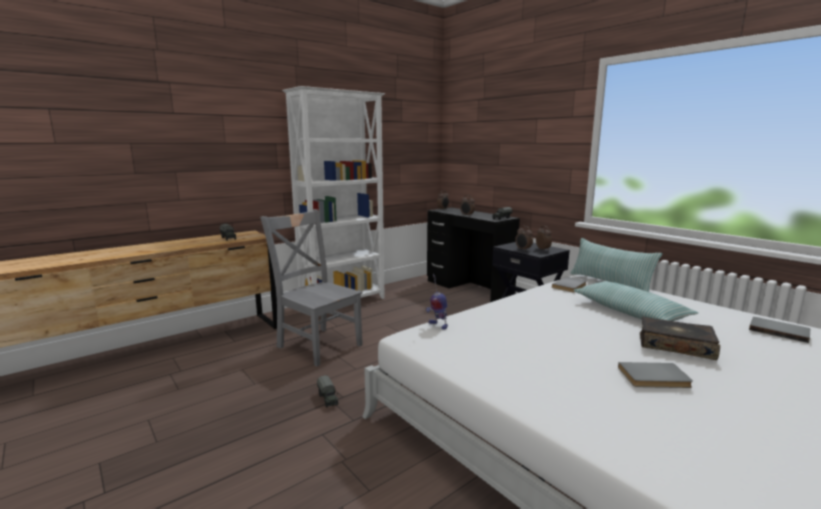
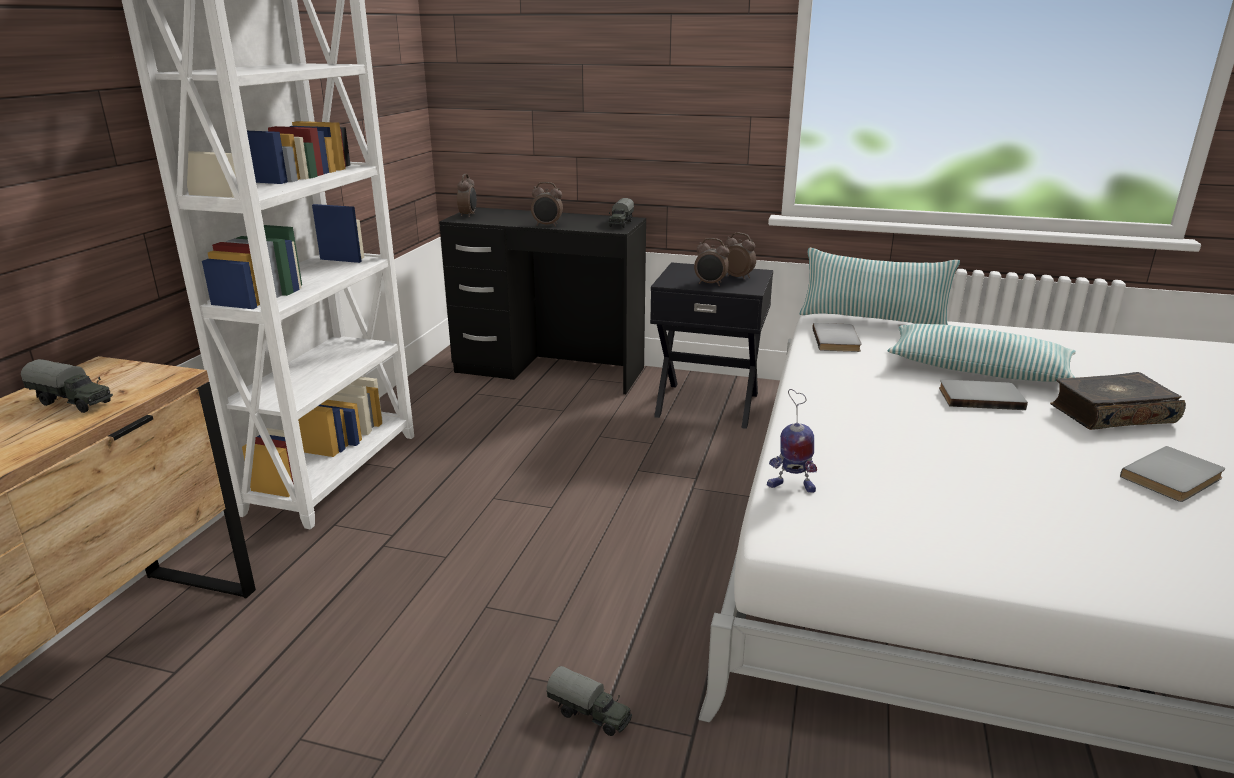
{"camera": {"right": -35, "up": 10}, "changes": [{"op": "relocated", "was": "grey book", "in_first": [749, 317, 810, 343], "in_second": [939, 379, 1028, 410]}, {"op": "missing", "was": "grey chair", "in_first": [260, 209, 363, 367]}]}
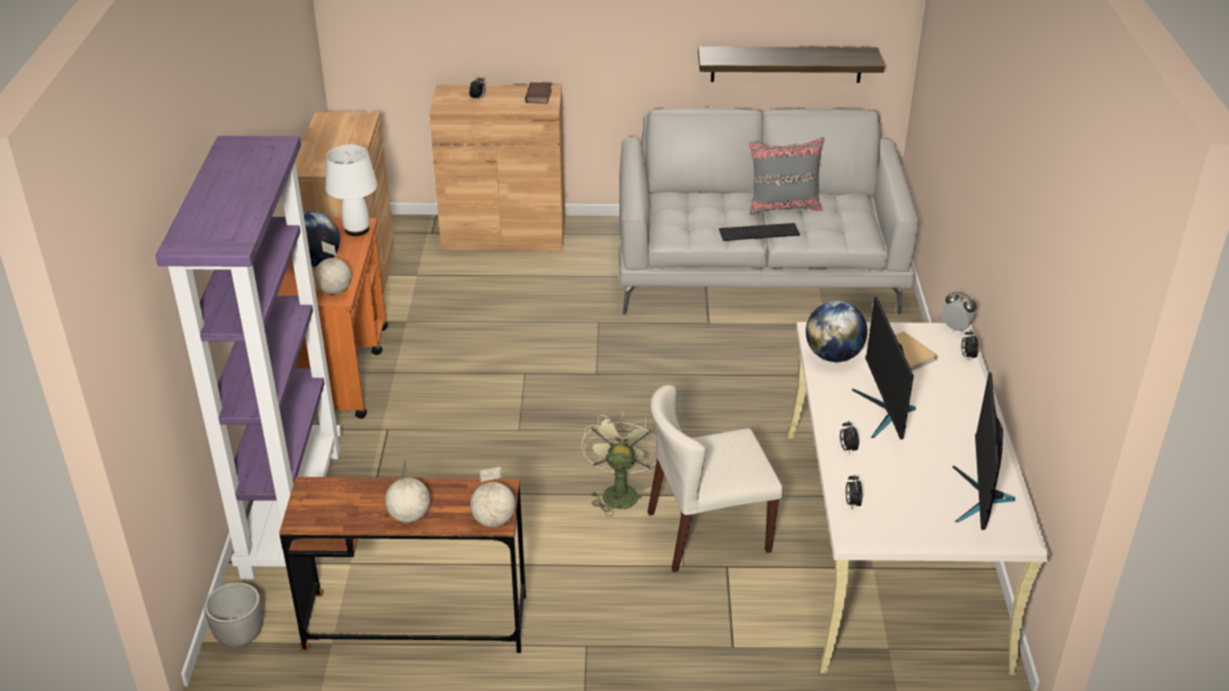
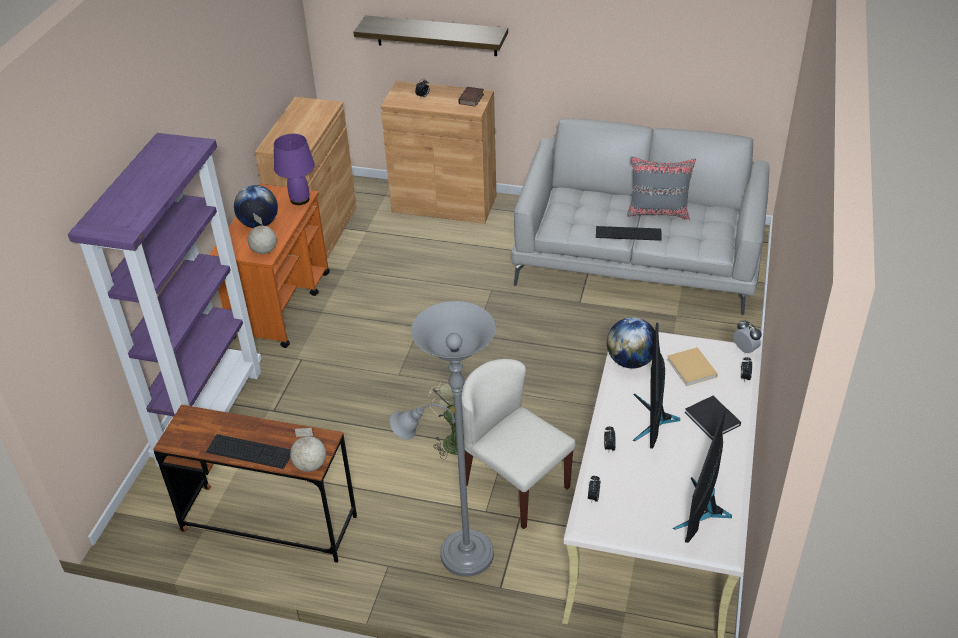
{"camera": {"right": 15, "up": 5}, "changes": [{"op": "exchanged", "was": "globe", "now": "keyboard", "in_first": [385, 460, 430, 523], "in_second": [206, 434, 291, 469]}, {"op": "colour", "was": "white table lamp", "now": "purple table lamp", "in_first": [325, 145, 377, 236], "in_second": [274, 134, 315, 205]}, {"op": "relocated", "was": "shelf", "in_first": [698, 46, 884, 83], "in_second": [353, 15, 508, 56]}, {"op": "appeared", "now": "grey floor lamp", "in_second": [390, 301, 496, 577]}, {"op": "spun", "was": "beige chair", "in_first": [648, 385, 783, 572], "in_second": [461, 359, 576, 529], "clockwise": 45}, {"op": "appeared", "now": "black book", "in_second": [685, 396, 741, 440]}, {"op": "missing", "was": "planter", "in_first": [204, 582, 263, 647]}]}
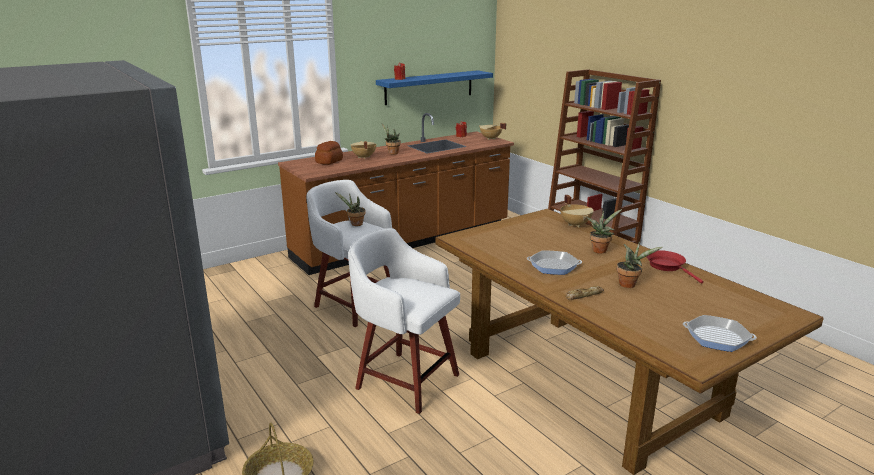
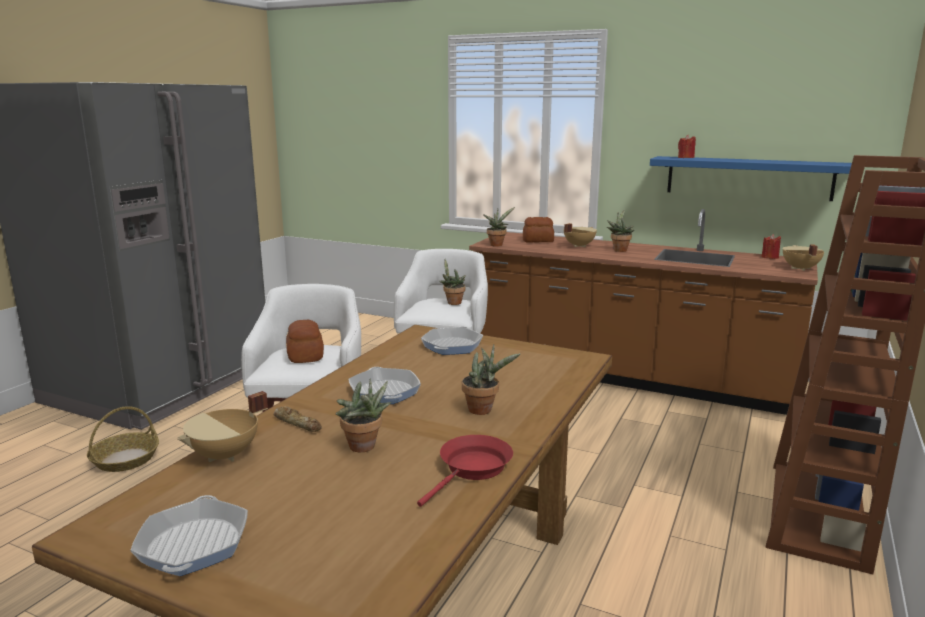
{"camera": {"right": 60, "up": -5}, "changes": [{"op": "relocated", "was": "beige cooking pot", "in_first": [560, 195, 594, 227], "in_second": [177, 391, 268, 462]}, {"op": "appeared", "now": "bread", "in_second": [286, 320, 324, 363]}, {"op": "appeared", "now": "frying pan", "in_second": [421, 326, 483, 355]}, {"op": "appeared", "now": "potted plant", "in_second": [483, 207, 515, 247]}]}
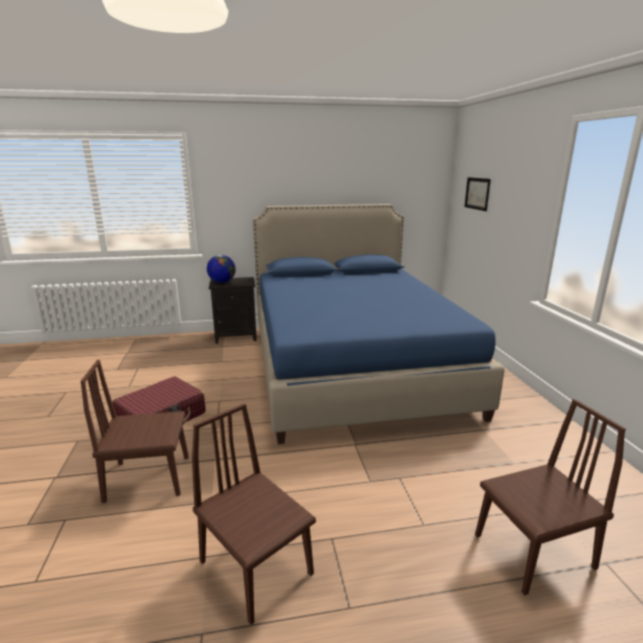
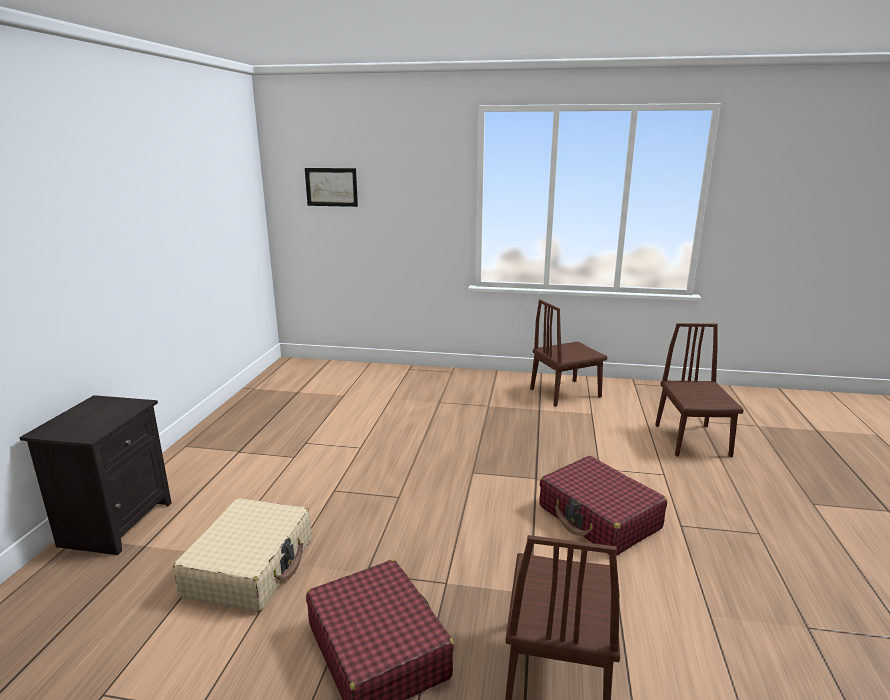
{"camera": {"right": -70, "up": 0}, "changes": [{"op": "appeared", "now": "beige suitcase", "in_second": [173, 498, 312, 612]}, {"op": "relocated", "was": "brown chair", "in_first": [192, 403, 316, 625], "in_second": [530, 300, 607, 407]}, {"op": "appeared", "now": "red suitcase", "in_second": [539, 456, 667, 556]}, {"op": "missing", "was": "globe", "in_first": [207, 255, 236, 283]}, {"op": "missing", "was": "blue bed", "in_first": [253, 204, 505, 444]}]}
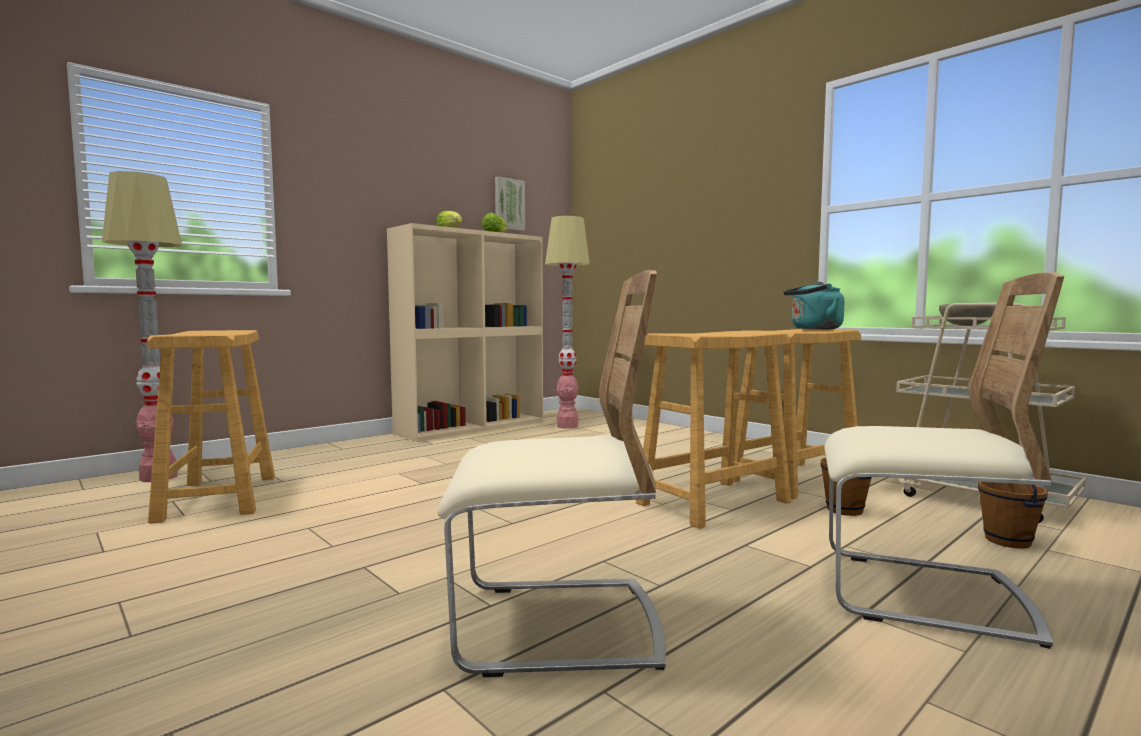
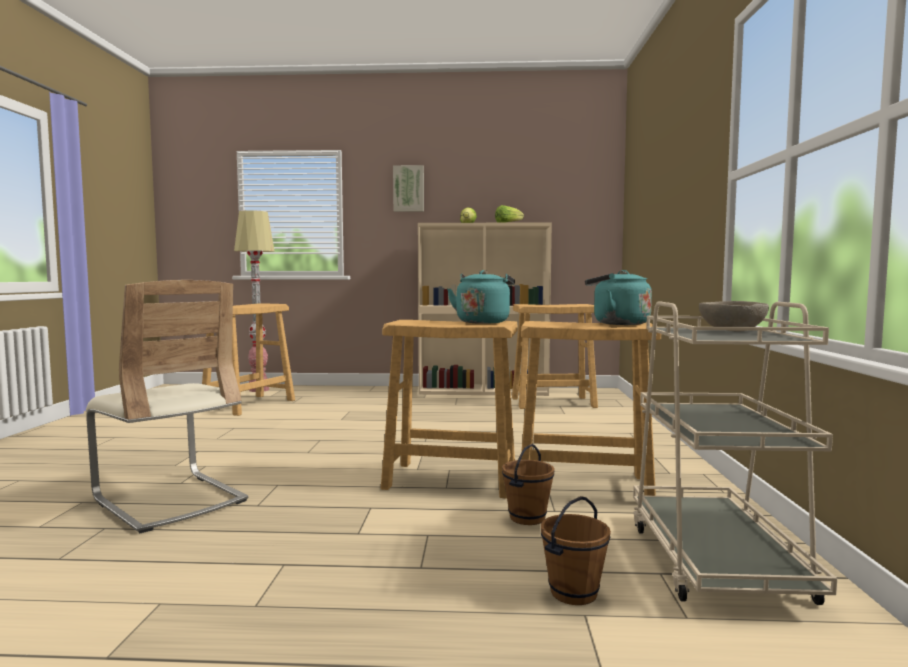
{"camera": {"right": 45, "up": 0}, "changes": [{"op": "relocated", "was": "picture", "in_first": [495, 176, 525, 231], "in_second": [393, 165, 424, 212]}, {"op": "appeared", "now": "turquoise kettle", "in_second": [447, 270, 515, 324]}, {"op": "exchanged", "was": "floor lamp", "now": "beige stool", "in_first": [545, 216, 590, 429], "in_second": [512, 304, 598, 409]}, {"op": "missing", "was": "beige chair", "in_first": [824, 272, 1064, 649]}]}
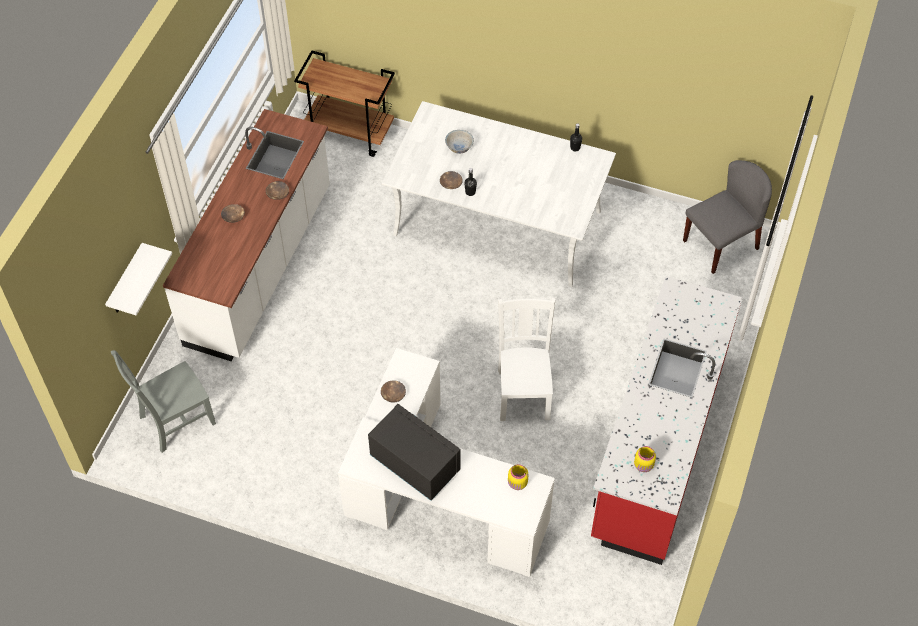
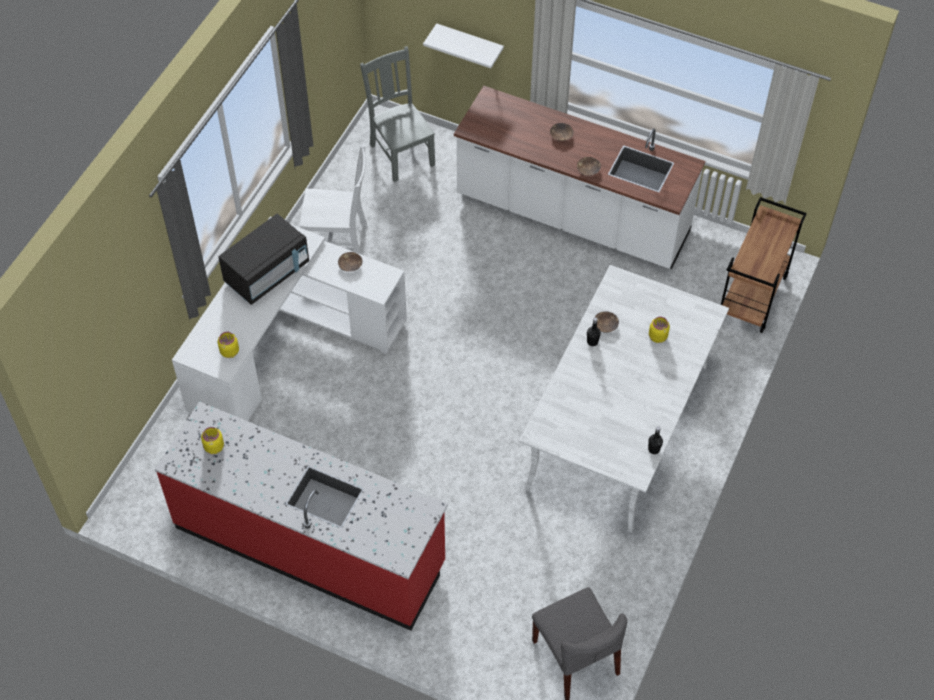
{"camera": {"right": 95, "up": 0}, "changes": [{"op": "relocated", "was": "white chair", "in_first": [498, 298, 556, 421], "in_second": [300, 144, 367, 255]}, {"op": "exchanged", "was": "white bowl", "now": "yellow jar", "in_first": [445, 130, 474, 154], "in_second": [649, 317, 670, 343]}]}
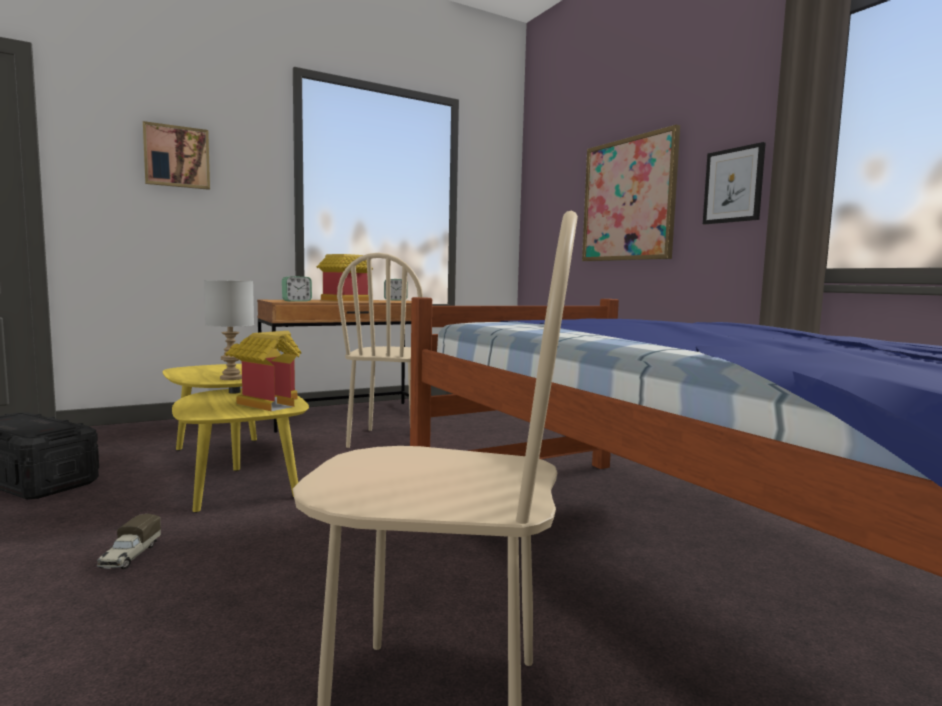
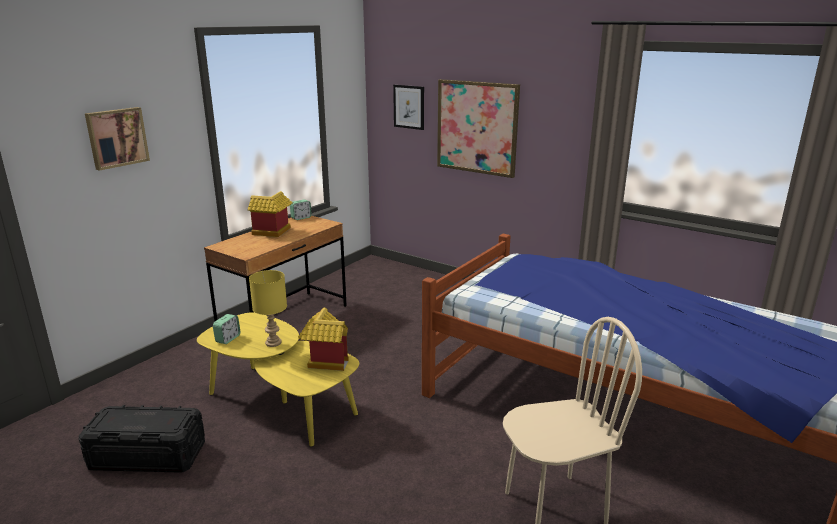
{"camera": {"right": -25, "up": 15}, "changes": [{"op": "relocated", "was": "alarm clock", "in_first": [282, 276, 312, 302], "in_second": [213, 314, 241, 344]}, {"op": "colour", "was": "grey table lamp", "now": "yellow table lamp", "in_first": [204, 280, 254, 380], "in_second": [249, 270, 287, 347]}, {"op": "relocated", "was": "picture", "in_first": [703, 142, 766, 224], "in_second": [393, 85, 424, 130]}, {"op": "missing", "was": "toy truck", "in_first": [97, 514, 161, 569]}, {"op": "missing", "was": "beige chair", "in_first": [337, 253, 423, 448]}]}
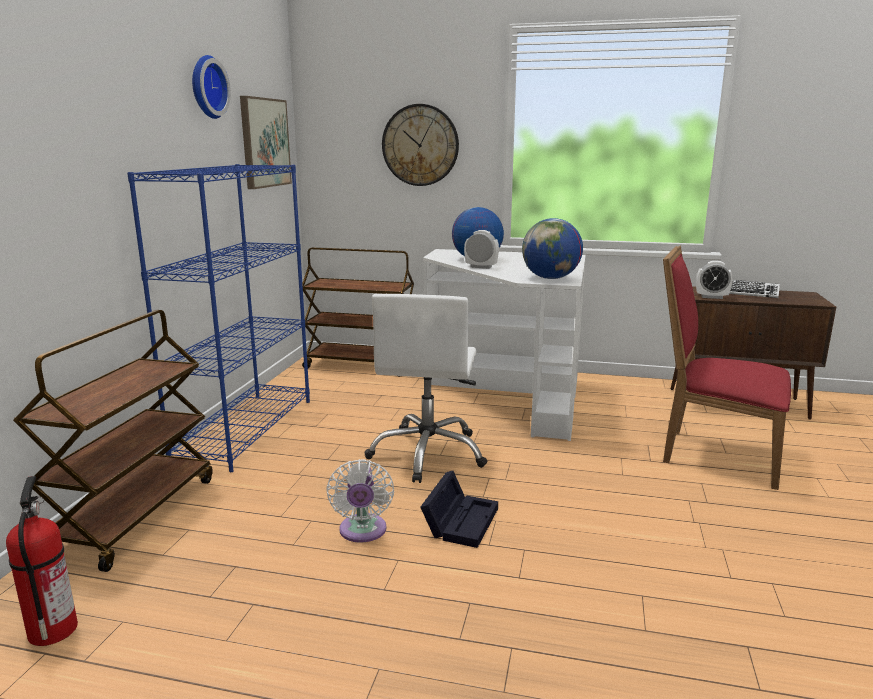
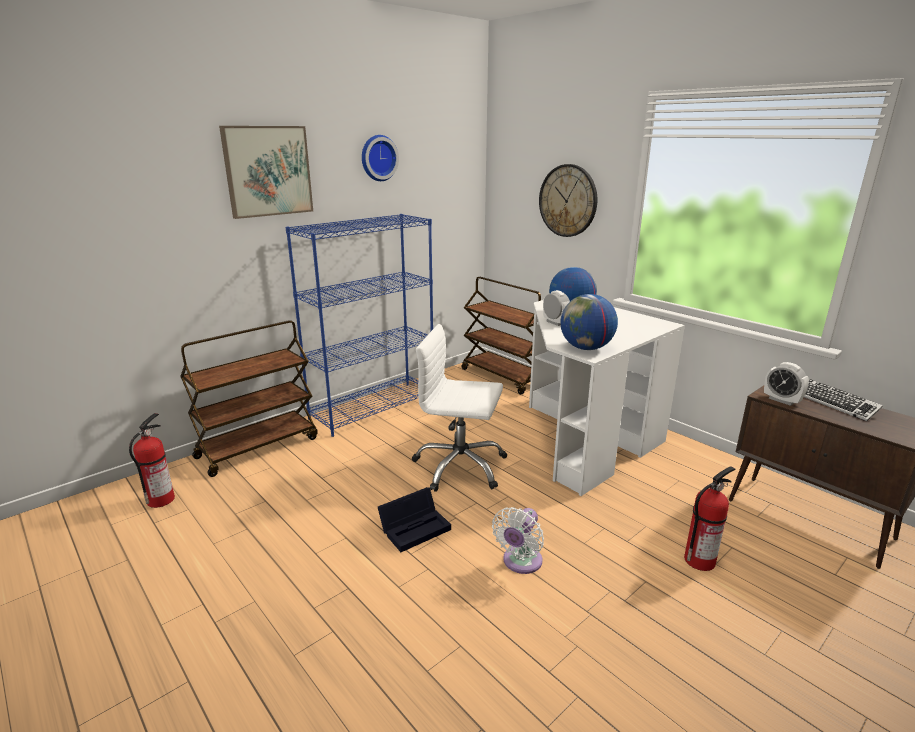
{"camera": {"right": 35, "up": 5}, "changes": [{"op": "relocated", "was": "picture", "in_first": [240, 96, 292, 189], "in_second": [219, 126, 313, 219]}, {"op": "spun", "was": "white office chair", "in_first": [364, 294, 488, 483], "in_second": [412, 324, 507, 492], "clockwise": 60}, {"op": "relocated", "was": "white fan", "in_first": [326, 459, 394, 543], "in_second": [492, 507, 544, 574]}, {"op": "exchanged", "was": "red chair", "now": "fire extinguisher", "in_first": [663, 246, 791, 490], "in_second": [684, 466, 736, 571]}]}
